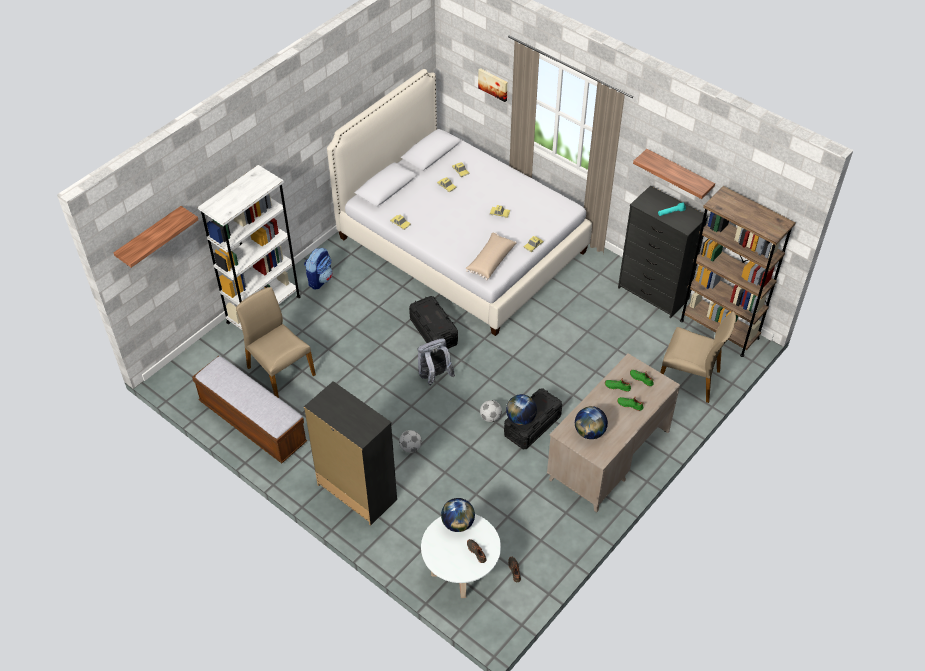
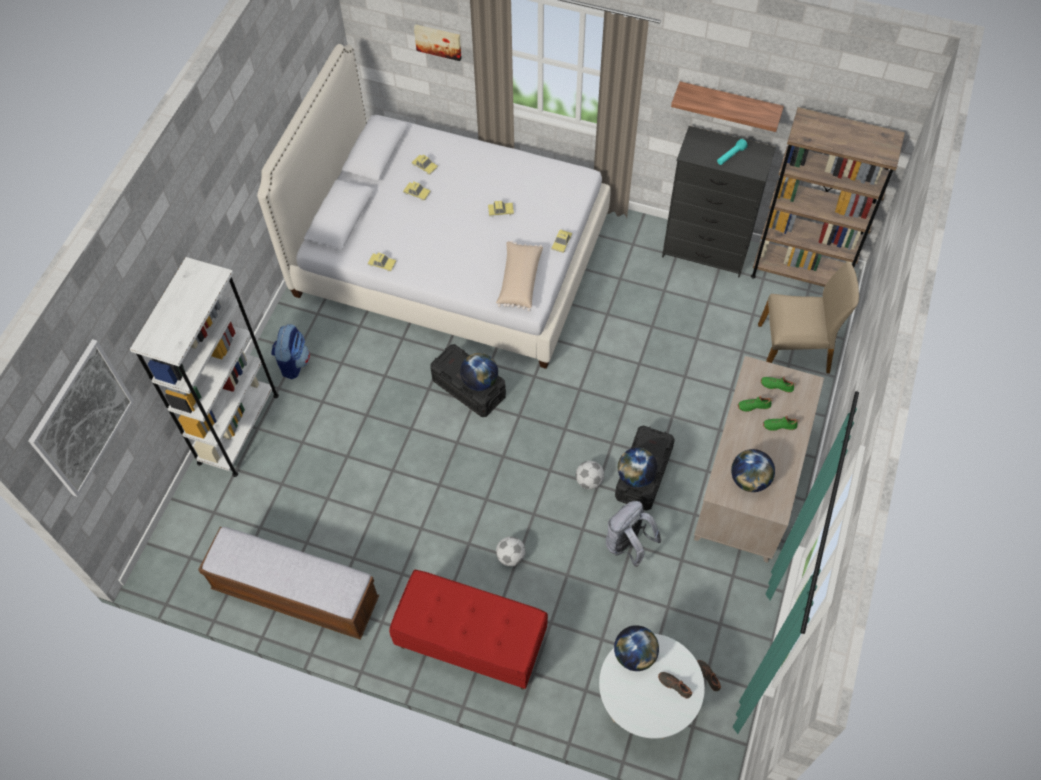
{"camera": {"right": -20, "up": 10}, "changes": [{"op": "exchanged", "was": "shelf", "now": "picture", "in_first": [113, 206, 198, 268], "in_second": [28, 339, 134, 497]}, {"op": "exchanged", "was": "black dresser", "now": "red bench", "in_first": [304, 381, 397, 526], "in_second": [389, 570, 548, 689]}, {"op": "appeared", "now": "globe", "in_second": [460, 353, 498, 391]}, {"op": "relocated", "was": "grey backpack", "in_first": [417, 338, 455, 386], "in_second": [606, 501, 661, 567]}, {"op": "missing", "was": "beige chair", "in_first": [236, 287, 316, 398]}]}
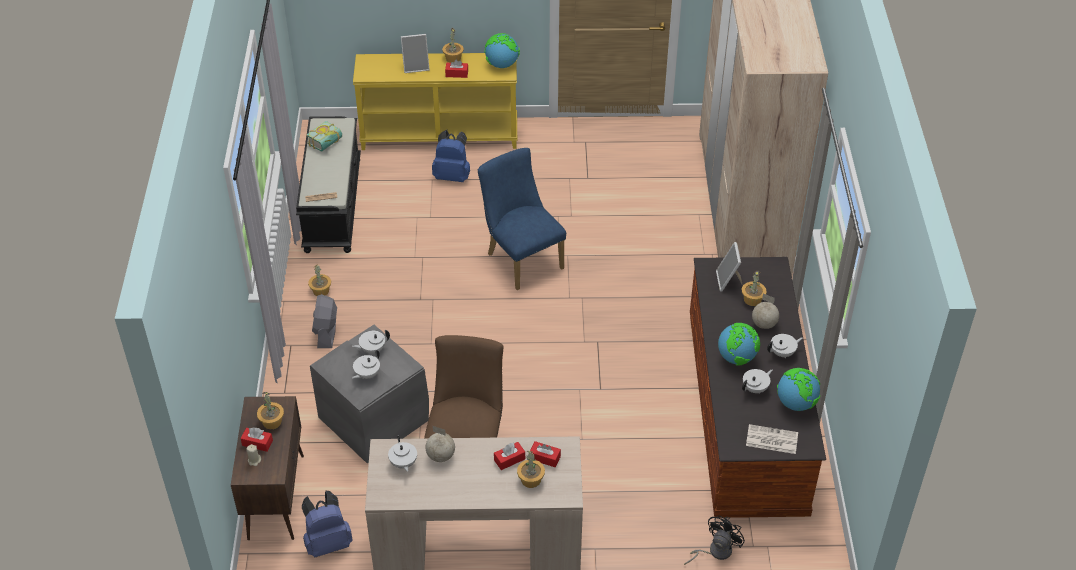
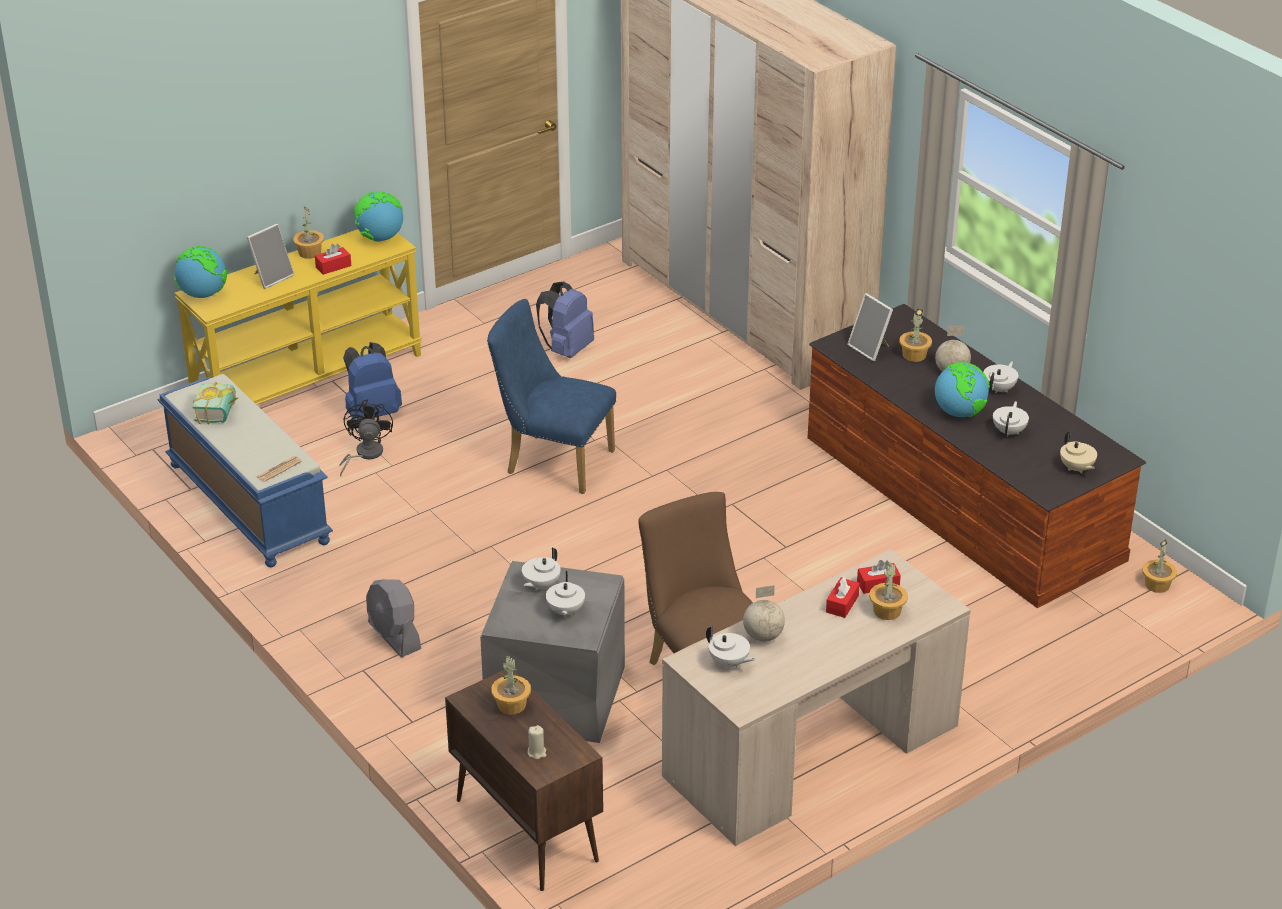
{"camera": {"right": -35, "up": -10}, "changes": [{"op": "colour", "was": "black bench", "now": "blue bench", "in_first": [296, 116, 361, 253], "in_second": [157, 374, 333, 567]}, {"op": "relocated", "was": "globe", "in_first": [777, 368, 820, 411], "in_second": [174, 246, 227, 298]}, {"op": "relocated", "was": "black fan", "in_first": [684, 516, 745, 565], "in_second": [339, 399, 393, 477]}, {"op": "relocated", "was": "blue backpack", "in_first": [302, 491, 353, 557], "in_second": [536, 281, 594, 358]}, {"op": "exchanged", "was": "newspaper", "now": "beige teapot", "in_first": [746, 424, 798, 454], "in_second": [1060, 432, 1097, 474]}, {"op": "relocated", "was": "potted plant", "in_first": [308, 264, 331, 296], "in_second": [1142, 539, 1177, 593]}, {"op": "missing", "was": "red tissue box", "in_first": [240, 427, 273, 452]}]}
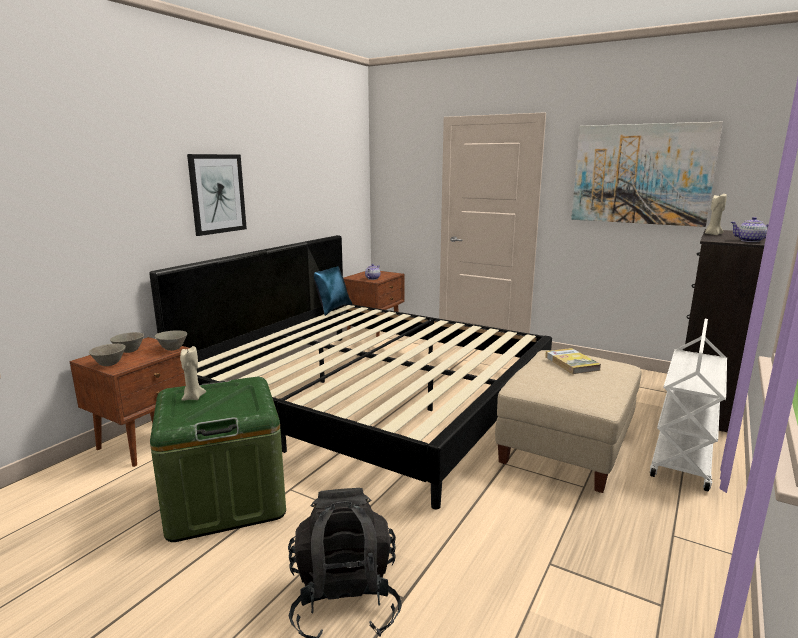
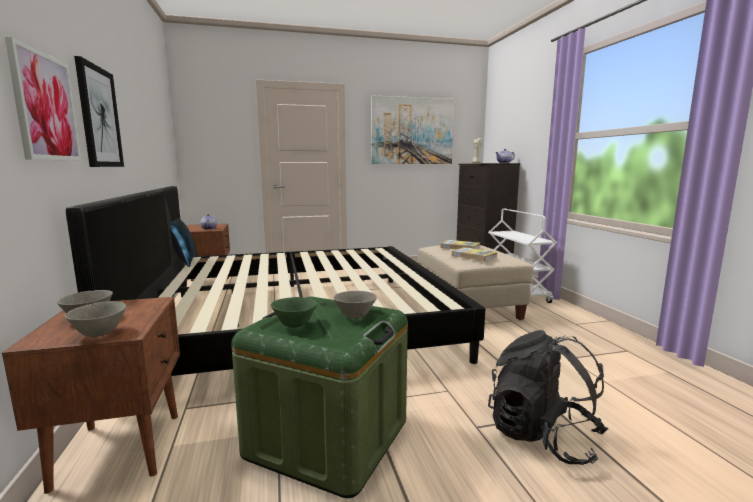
{"camera": {"right": -45, "up": -5}, "changes": [{"op": "appeared", "now": "picture", "in_second": [5, 37, 81, 161]}, {"op": "exchanged", "was": "beige candle", "now": "green bowl", "in_first": [180, 346, 206, 401], "in_second": [271, 297, 317, 328]}, {"op": "relocated", "was": "grey bowl", "in_first": [155, 330, 187, 351], "in_second": [334, 291, 377, 319]}, {"op": "appeared", "now": "book", "in_second": [452, 247, 497, 261]}]}
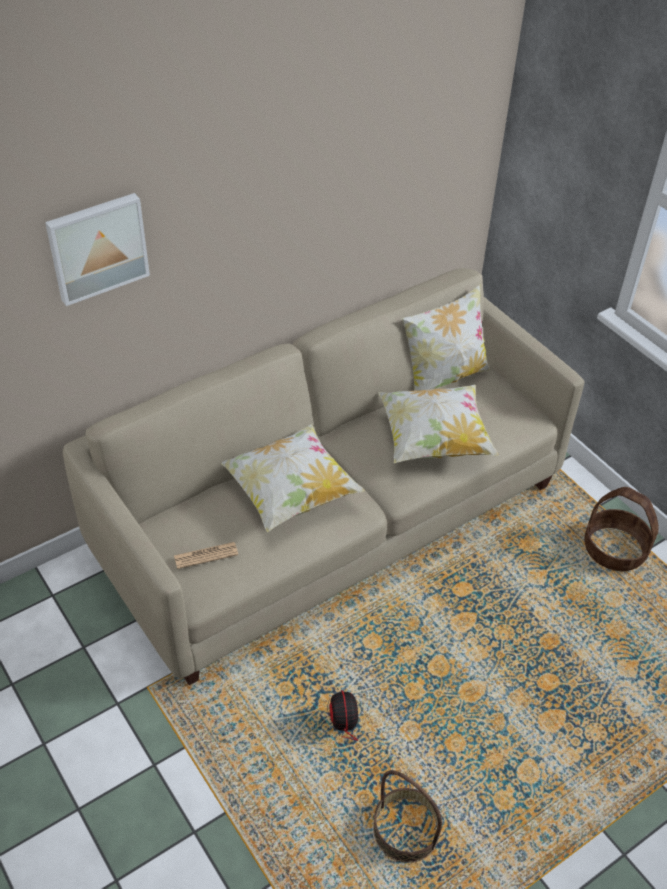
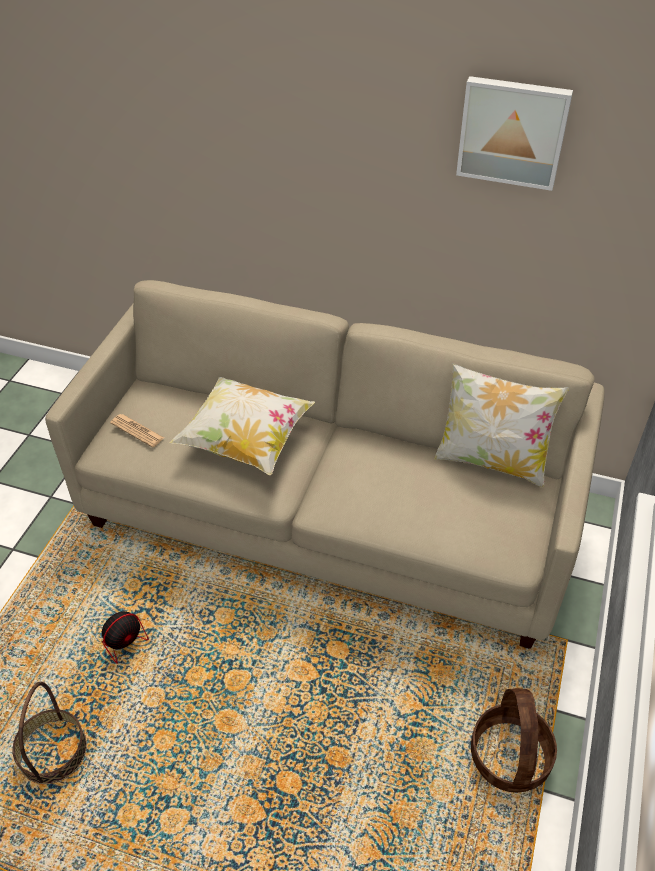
{"camera": {"right": 55, "up": 0}, "changes": [{"op": "relocated", "was": "picture", "in_first": [45, 193, 150, 306], "in_second": [456, 76, 573, 191]}, {"op": "missing", "was": "pillow", "in_first": [378, 385, 499, 463]}]}
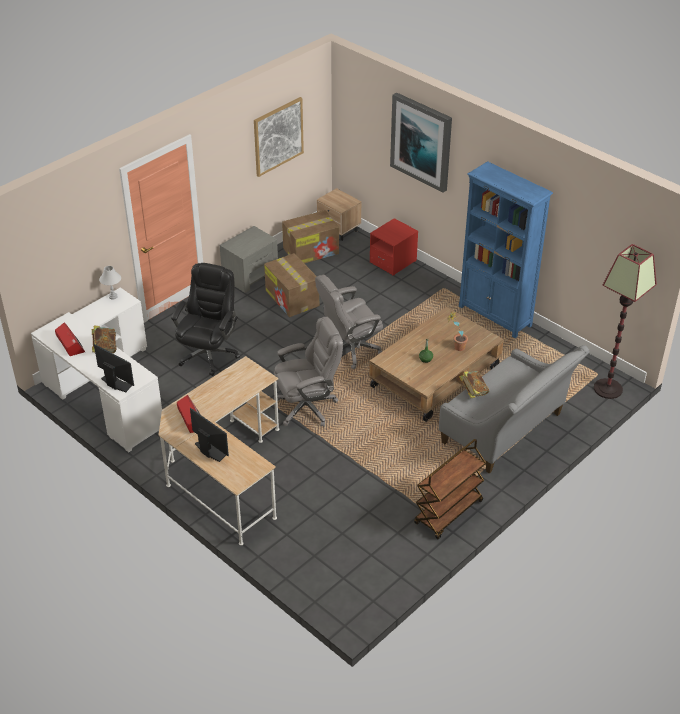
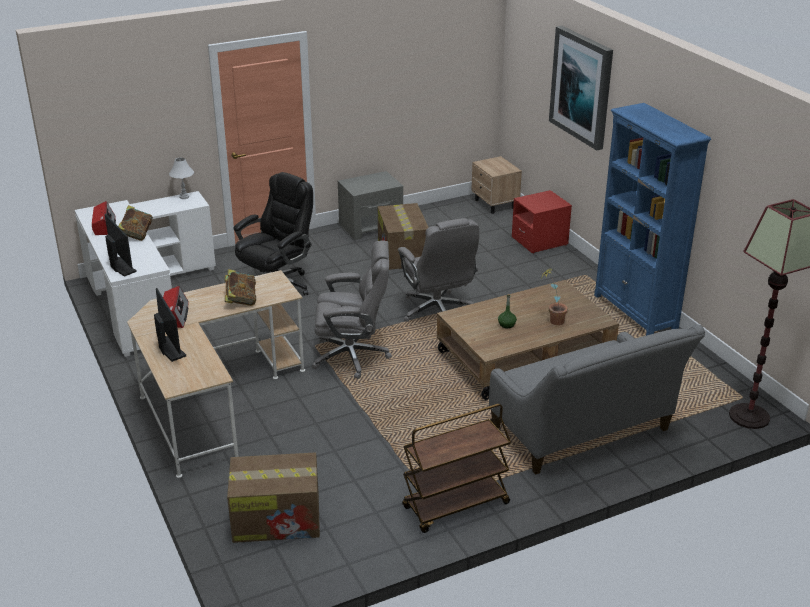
{"camera": {"right": 20, "up": -10}, "changes": [{"op": "relocated", "was": "book", "in_first": [459, 371, 489, 398], "in_second": [225, 269, 256, 306]}, {"op": "relocated", "was": "cardboard box", "in_first": [282, 210, 339, 264], "in_second": [227, 453, 320, 543]}, {"op": "spun", "was": "grey office chair", "in_first": [315, 275, 383, 370], "in_second": [398, 218, 479, 322], "clockwise": -105}, {"op": "missing", "was": "picture", "in_first": [254, 97, 304, 177]}]}
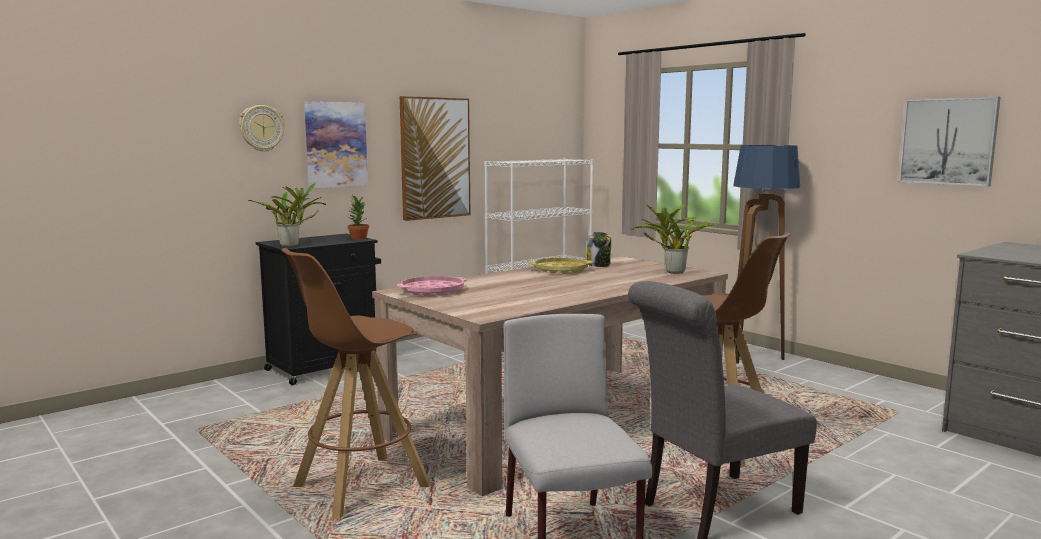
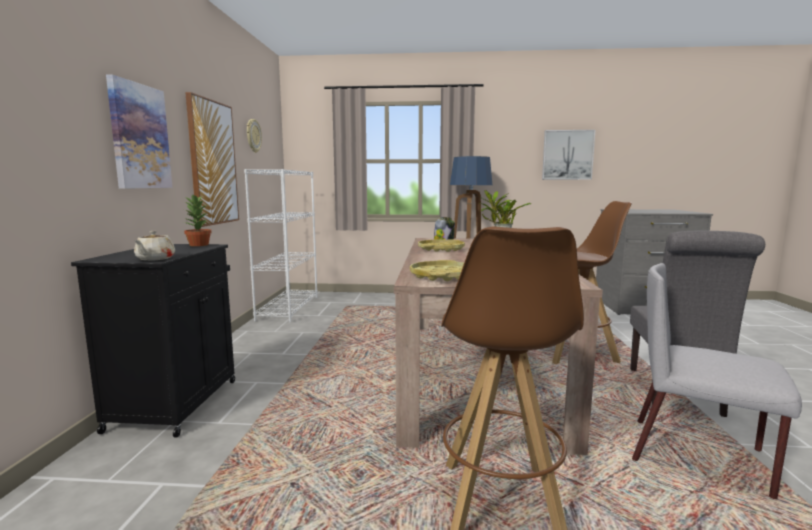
{"camera": {"right": -45, "up": 0}, "changes": [{"op": "exchanged", "was": "potted plant", "now": "beige teapot", "in_first": [248, 182, 326, 247], "in_second": [134, 231, 175, 261]}, {"op": "relocated", "was": "wall clock", "in_first": [239, 105, 285, 152], "in_second": [247, 119, 262, 153]}, {"op": "colour", "was": "pink tray", "now": "yellow tray", "in_first": [397, 276, 467, 296], "in_second": [410, 260, 464, 281]}]}
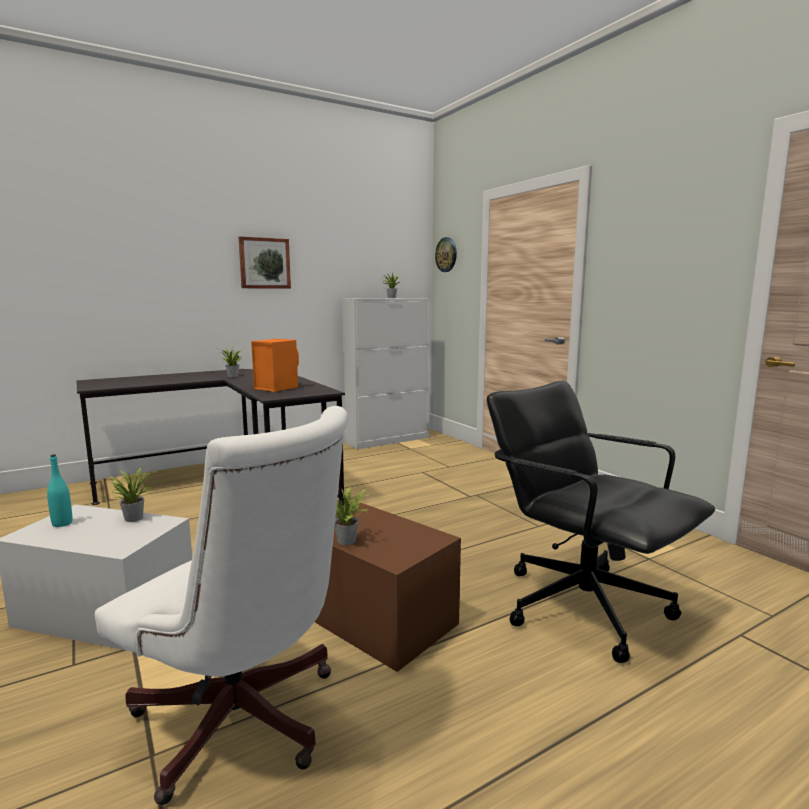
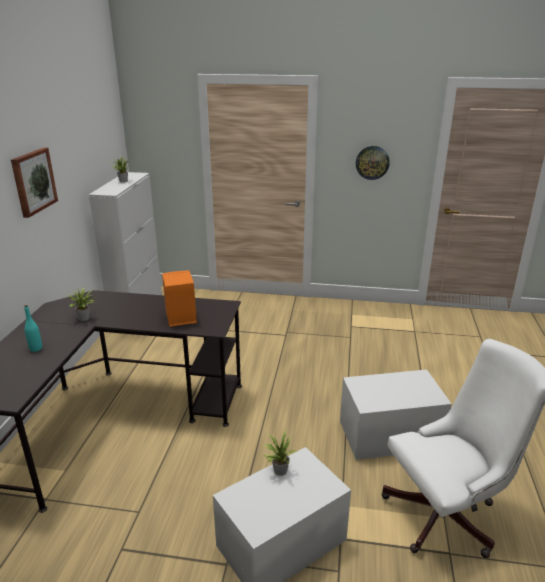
{"camera": {"right": -50, "up": 15}, "changes": [{"op": "relocated", "was": "turquoise bottle", "in_first": [47, 454, 73, 527], "in_second": [24, 305, 42, 352]}, {"op": "colour", "was": "brown storage box", "now": "white storage box", "in_first": [315, 501, 461, 672], "in_second": [340, 369, 452, 460]}, {"op": "relocated", "was": "wall clock", "in_first": [435, 237, 457, 272], "in_second": [356, 146, 390, 180]}, {"op": "missing", "was": "potted plant", "in_first": [335, 486, 371, 545]}, {"op": "missing", "was": "black office chair", "in_first": [487, 381, 715, 663]}]}
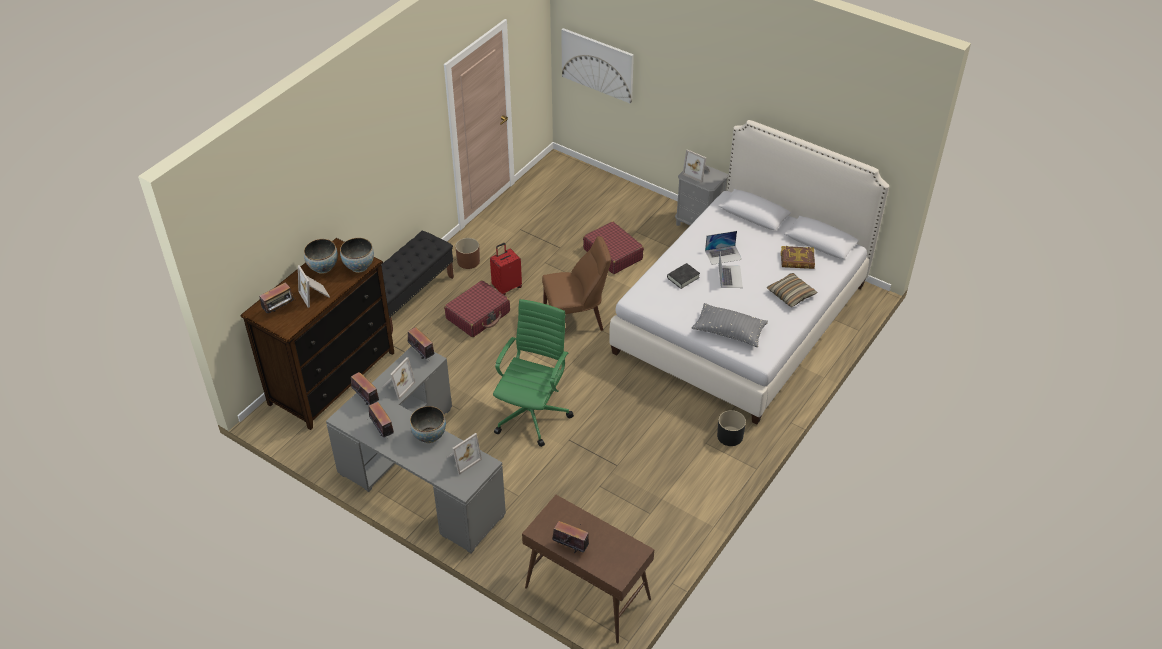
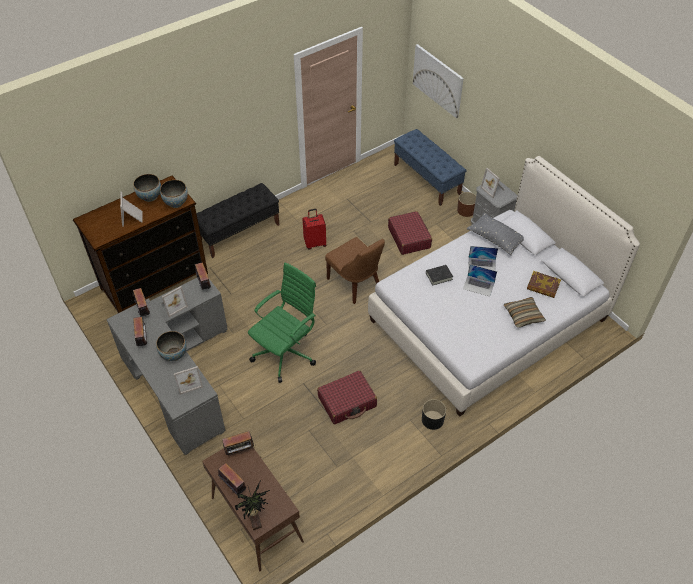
{"camera": {"right": 20, "up": 5}, "changes": [{"op": "relocated", "was": "radio", "in_first": [259, 282, 296, 313], "in_second": [222, 431, 255, 455]}, {"op": "appeared", "now": "potted plant", "in_second": [235, 480, 270, 530]}, {"op": "relocated", "was": "red suitcase", "in_first": [444, 280, 510, 337], "in_second": [317, 370, 377, 424]}, {"op": "spun", "was": "brown chair", "in_first": [542, 236, 611, 331], "in_second": [325, 237, 385, 304], "clockwise": 45}, {"op": "appeared", "now": "blue bench", "in_second": [394, 129, 466, 206]}, {"op": "relocated", "was": "brown planter", "in_first": [455, 238, 480, 269], "in_second": [457, 192, 476, 217]}, {"op": "spun", "was": "laptop", "in_first": [719, 251, 743, 288], "in_second": [463, 264, 497, 296], "clockwise": 90}, {"op": "relocated", "was": "grey pillow", "in_first": [692, 303, 768, 347], "in_second": [467, 213, 524, 255]}]}
